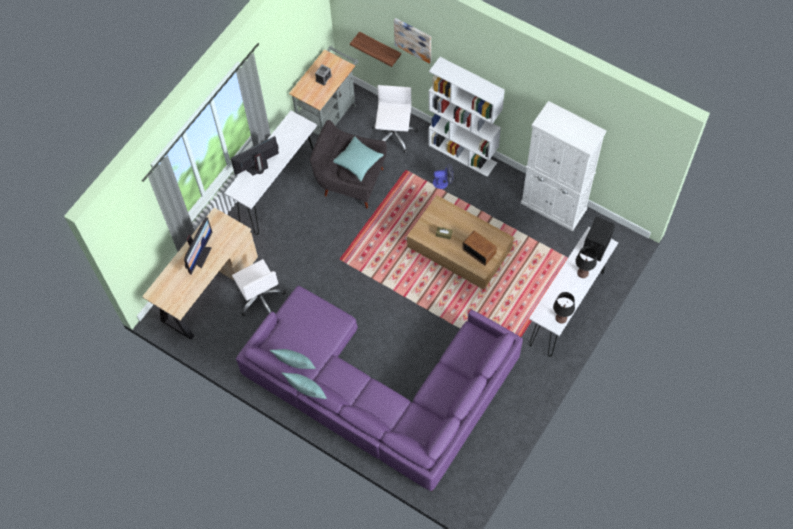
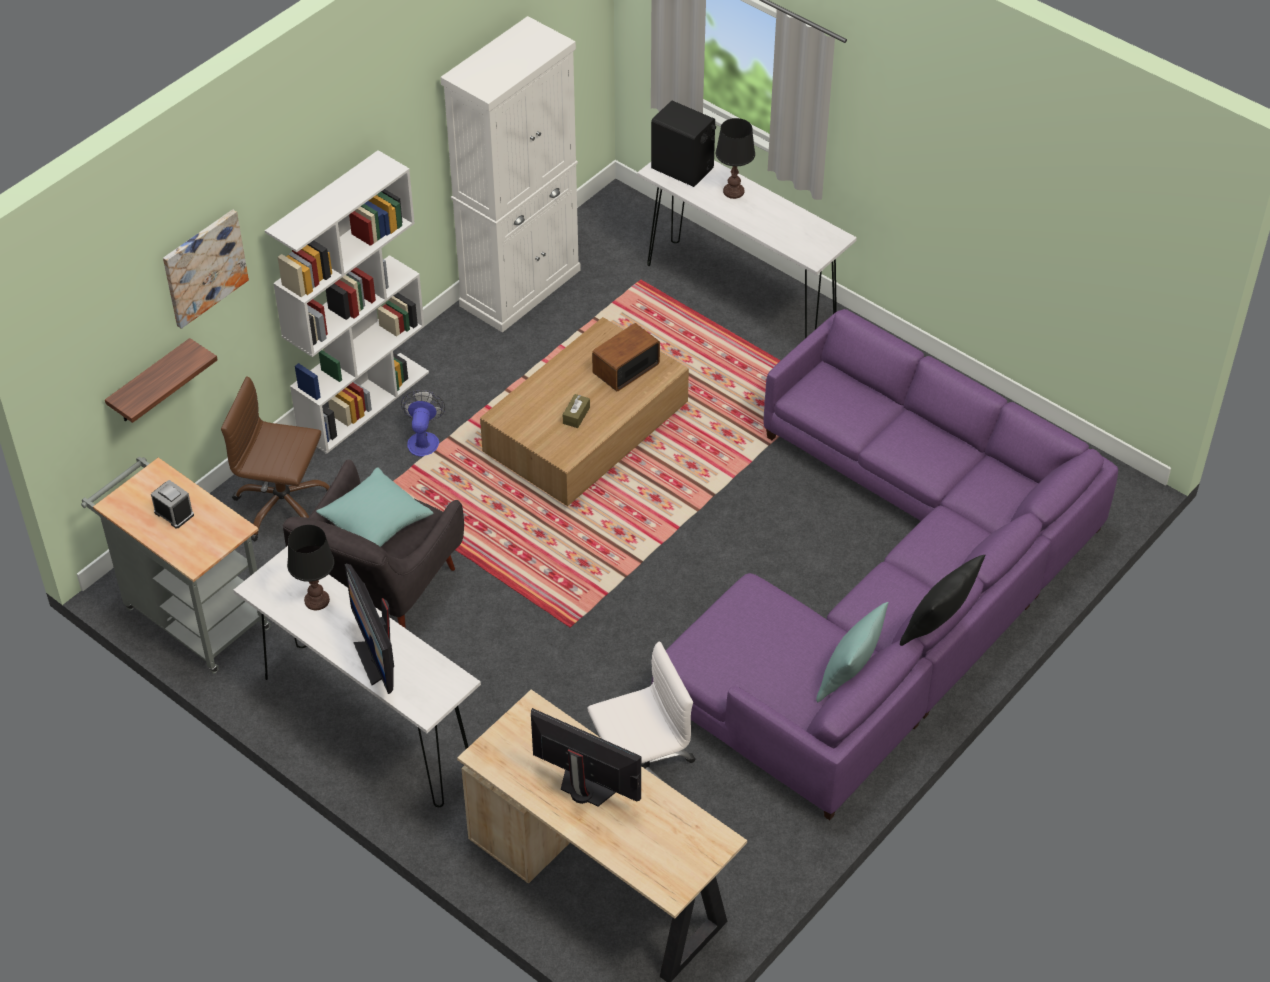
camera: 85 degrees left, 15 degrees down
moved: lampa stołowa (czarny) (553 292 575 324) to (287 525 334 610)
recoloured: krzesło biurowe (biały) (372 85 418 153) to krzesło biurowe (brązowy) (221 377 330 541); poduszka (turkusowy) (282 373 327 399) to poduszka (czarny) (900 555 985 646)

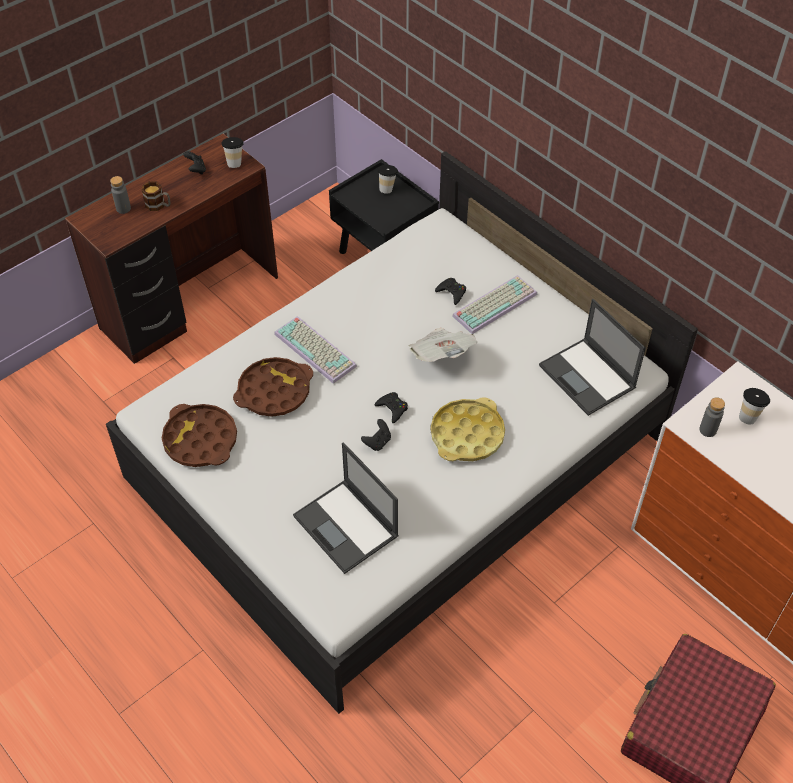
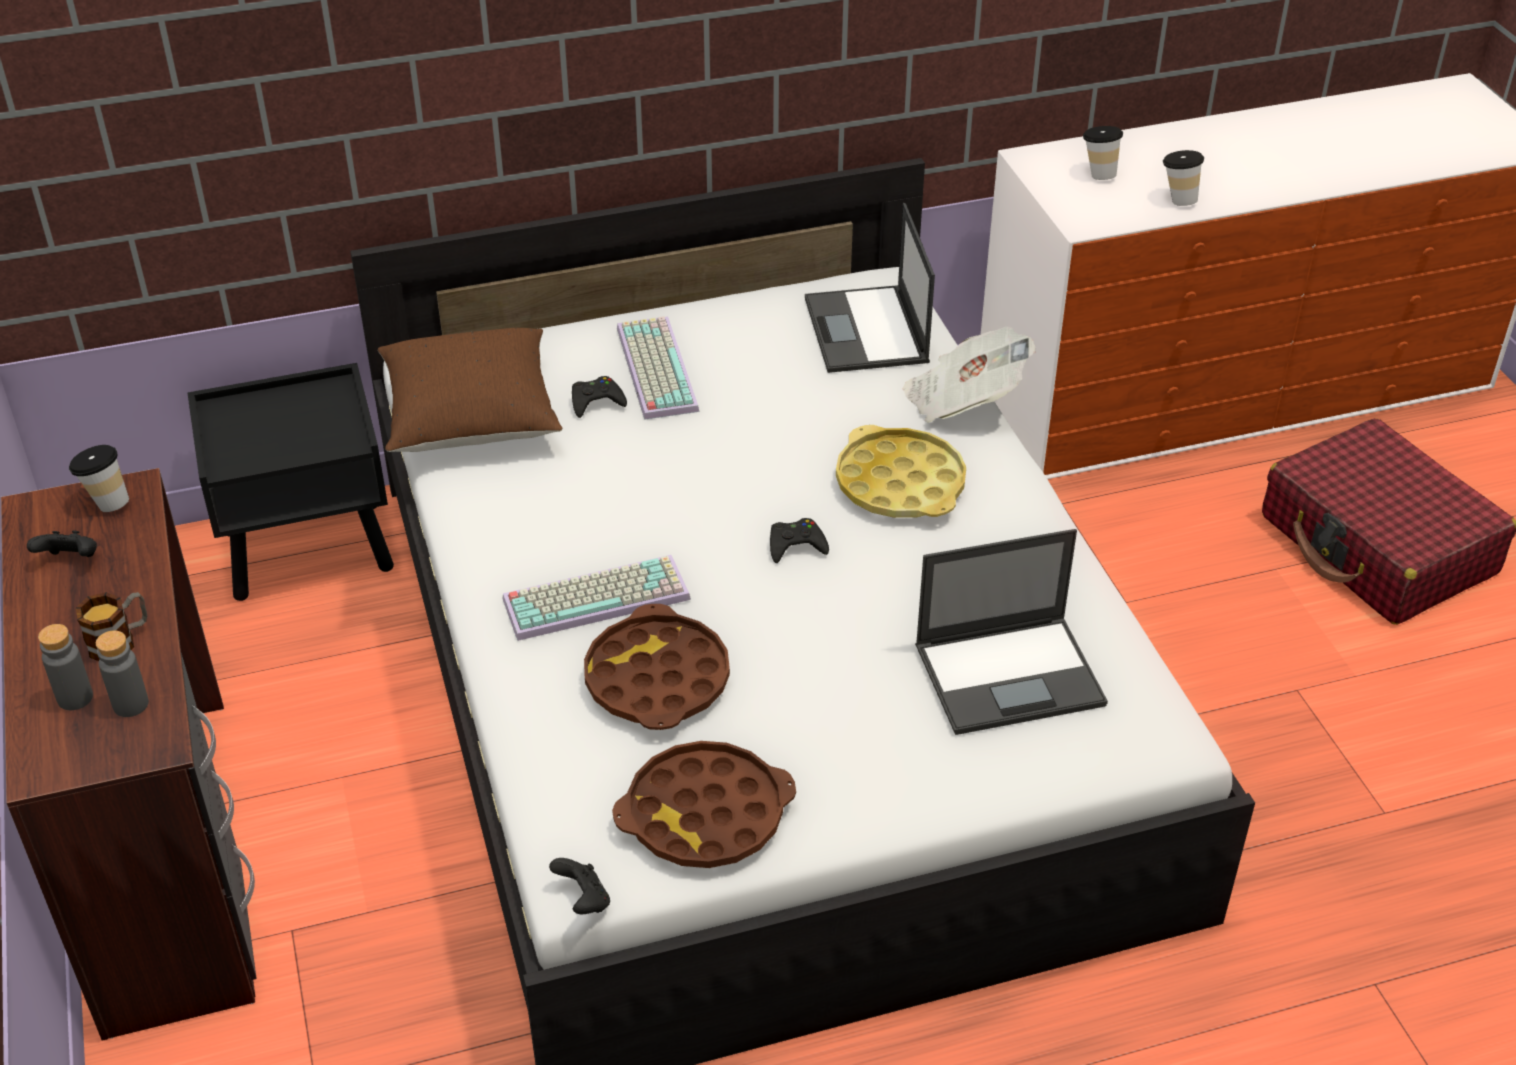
camera: 65 degrees left, 10 degrees down
added: poduszka (brązowy) (378 328 562 452)
moved: filiżanka (378 165 398 194) to (1163 150 1204 206); gazeta (408 328 477 362) to (903 327 1036 423); butelka (szary) (699 397 725 437) to (96 630 149 717); pad do gier (czarny) (361 419 391 451) to (549 858 610 914)
turned: laptop (539 299 646 416) = (805 203 935 373) 90 degrees clockwise

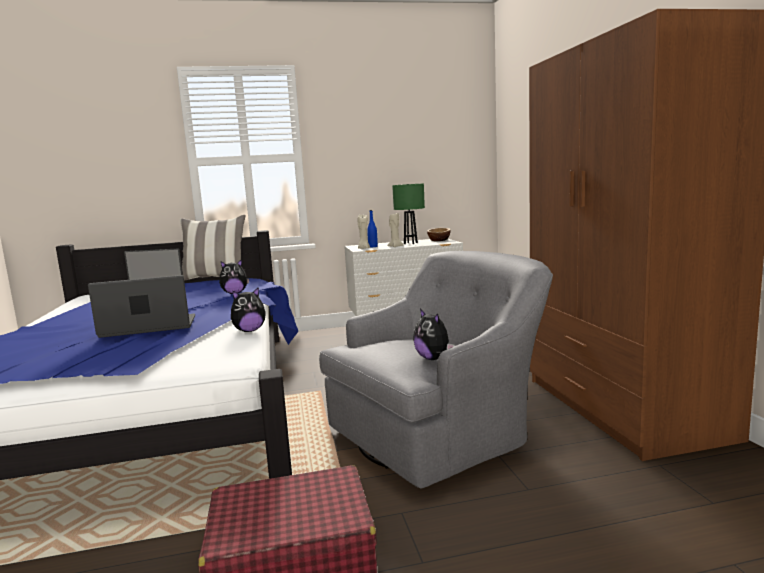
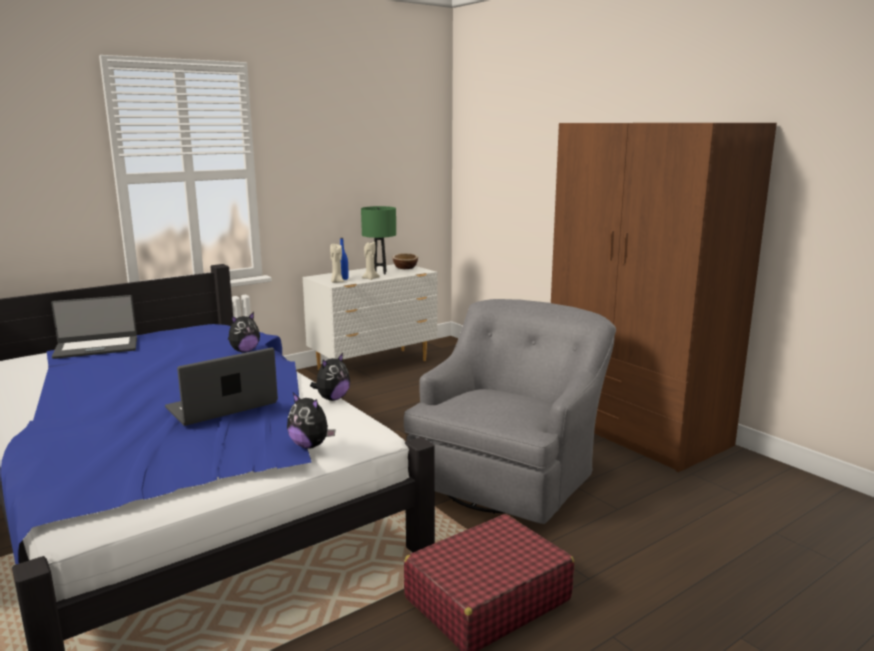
camera: 25 degrees left, 5 degrees up
removed: poduszka (180 215 245 281)
moved: pluszak (413 309 455 360) to (287 393 335 449)

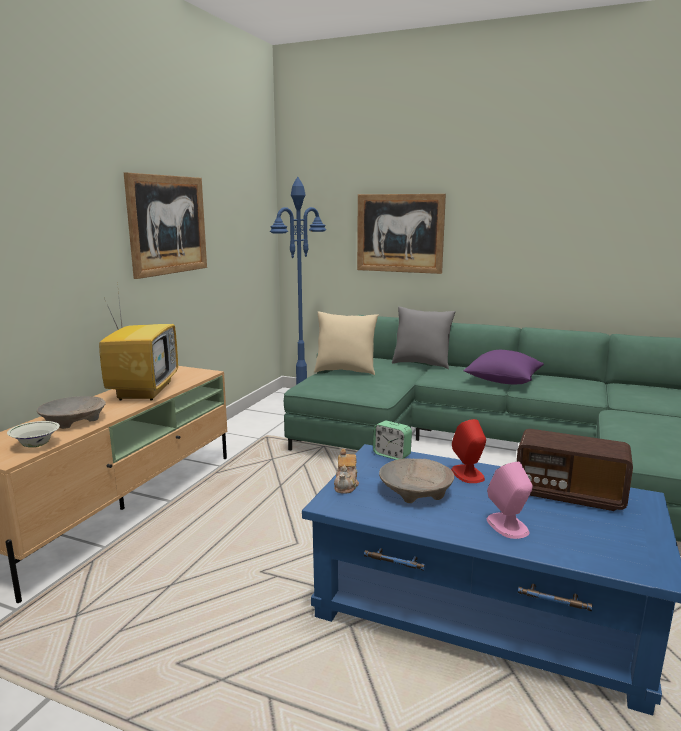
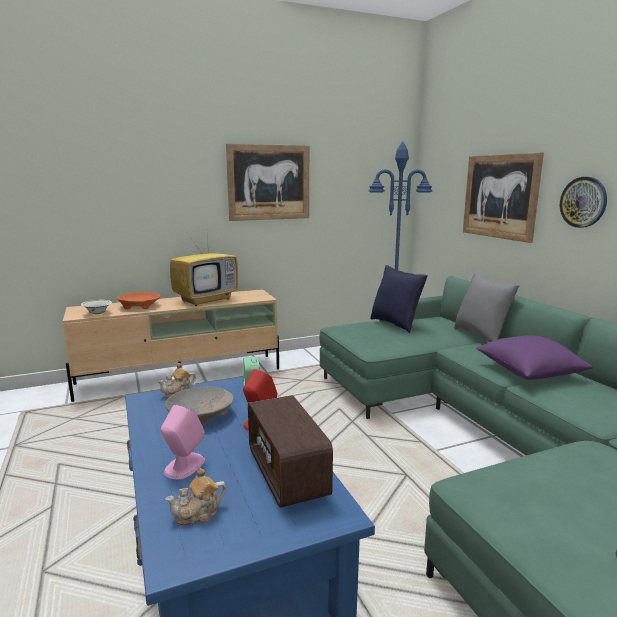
camera: 45 degrees right, 0 degrees up
added: zegar ścienny (560 177 607 228); imbryk (165 468 226 525)
recoloured: poduszka (beżowy) (314 311 379 375) to poduszka (niebieski) (370 265 428 333); miska (beżowy) (37 396 106 429) to miska (pomarańczowy) (117 292 161 309)

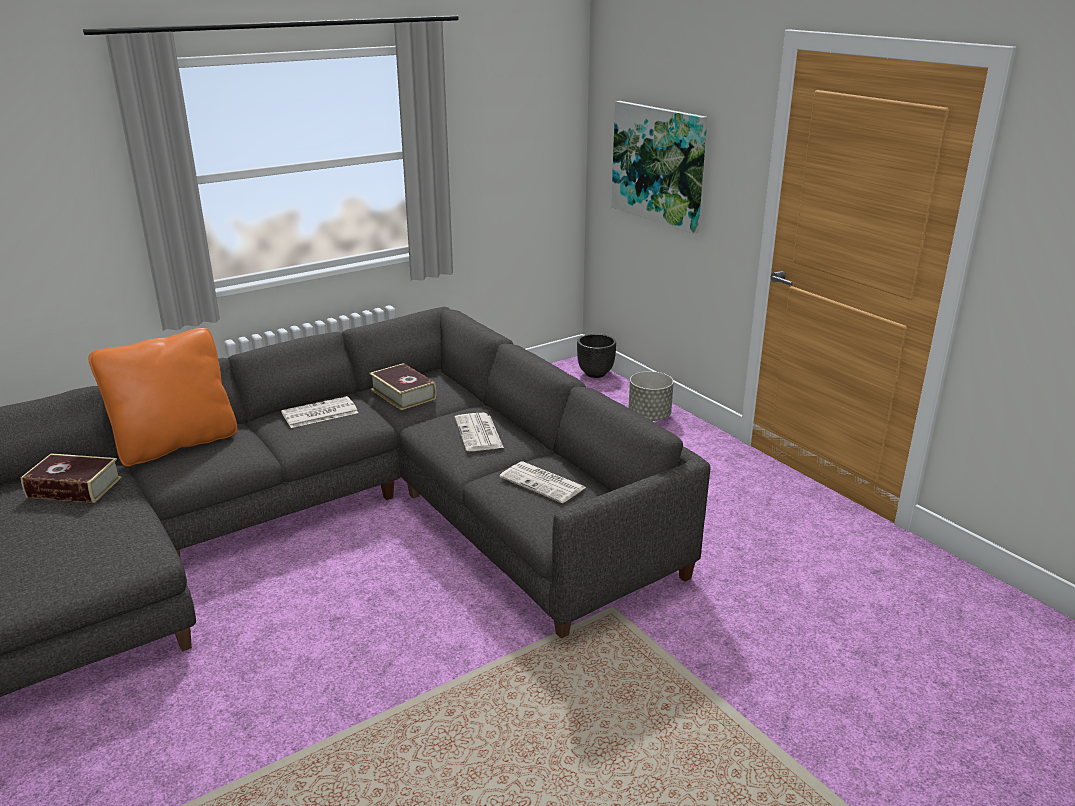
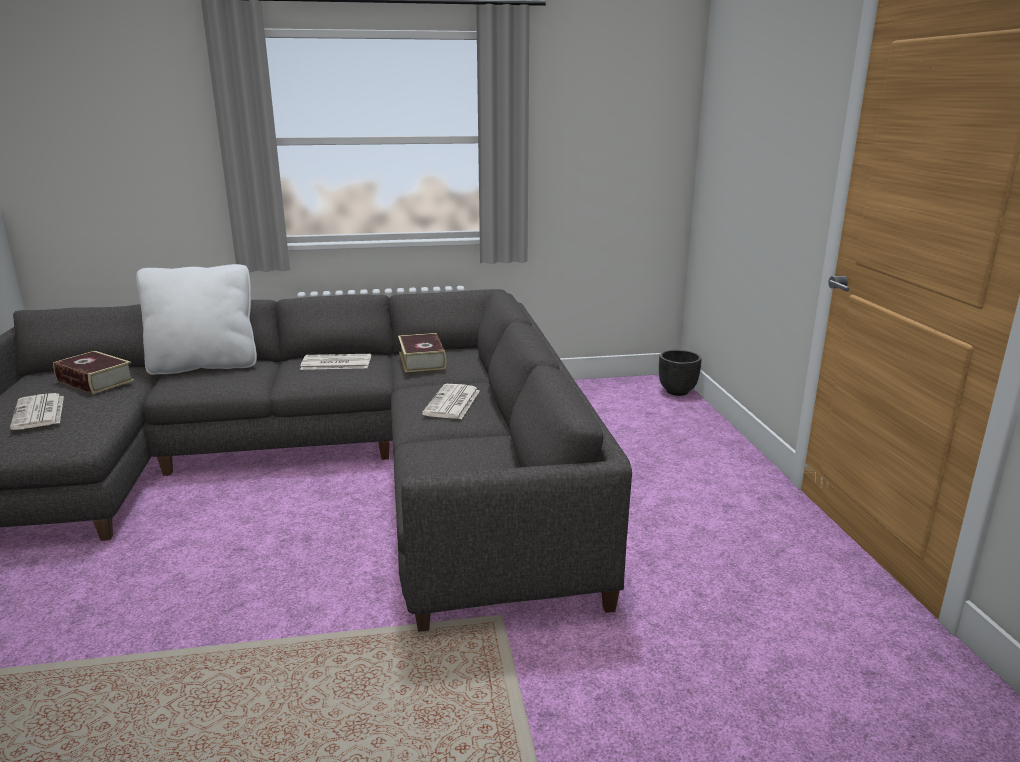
camera: 25 degrees right, 5 degrees down
removed: obraz (611 101 707 234); donica (szary) (629 371 674 421)
moved: gazeta (500 462 586 503) to (10 393 64 430)
recoloured: poduszka (pomarańczowy) (88 328 237 467) to poduszka (biały) (136 264 257 375)

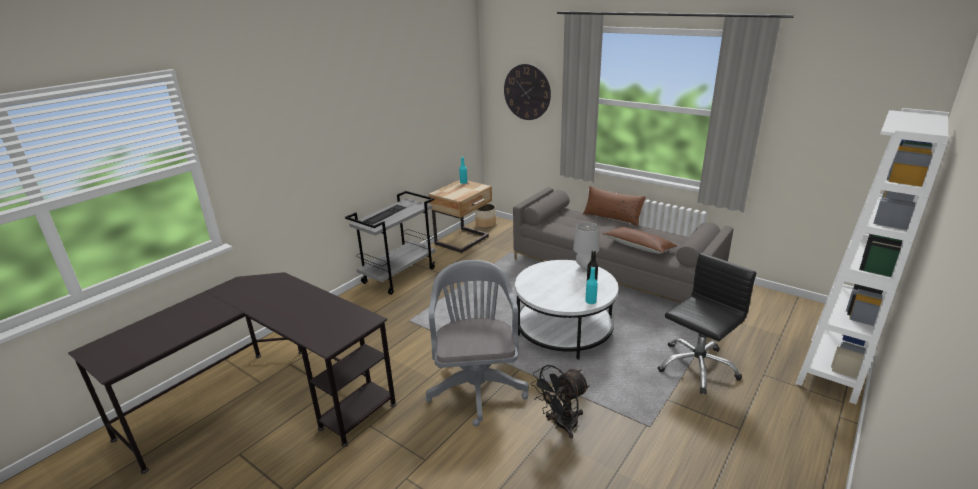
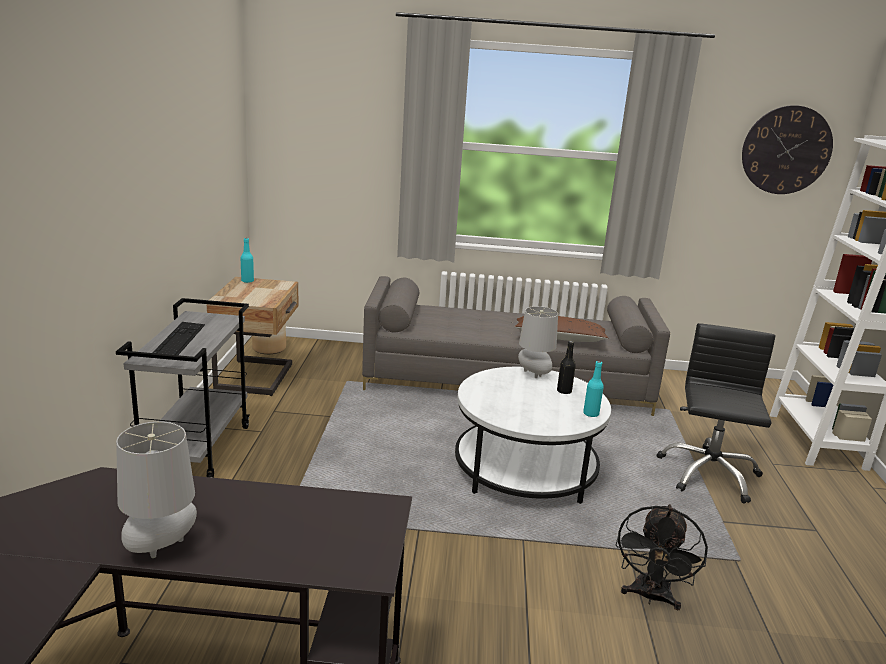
camera: 35 degrees left, 5 degrees down
removed: poduszka (brązowy) (583 186 646 226); krzesło biurowe (szary) (425 260 529 427)
added: lampa stołowa (szary) (116 422 197 558)
moved: zegar ścienny (504 64 551 120) to (742 105 833 194)

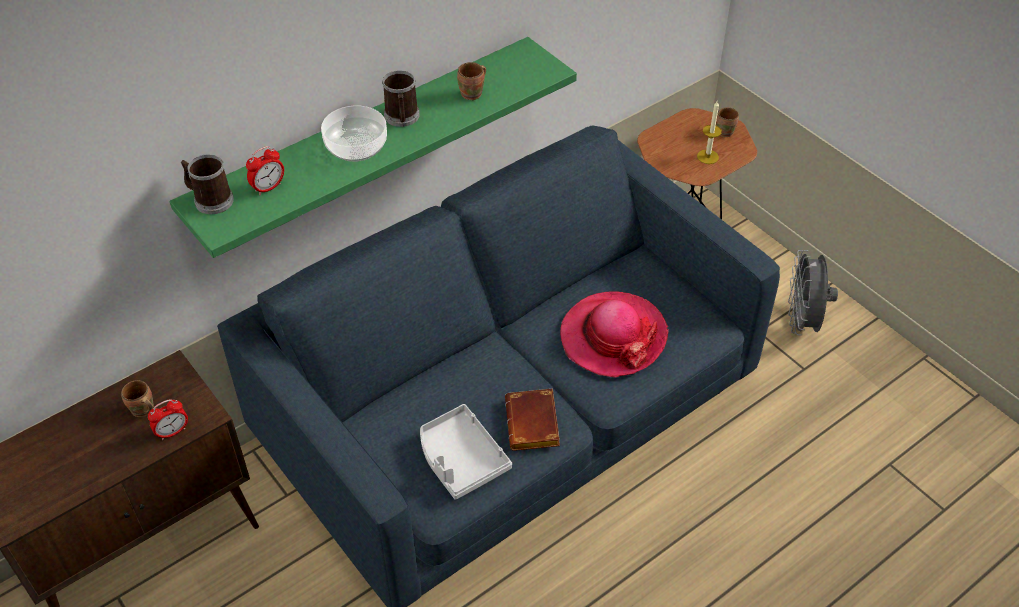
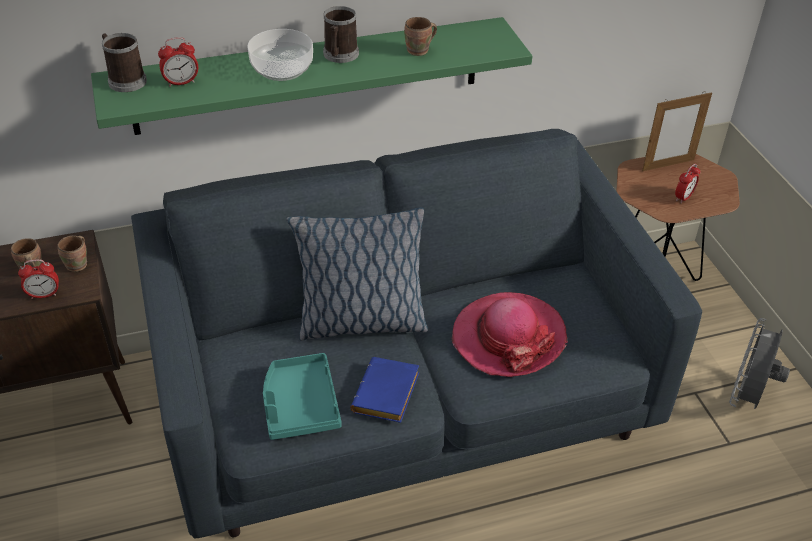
camera: 20 degrees right, 5 degrees down
added: ramka na zdjęcie (642 91 712 171); poduszka (286 207 428 341)
moved: kubek (brązowy) (716 107 739 137) to (58 235 87 272)
replaced: świeca (697 101 722 164) to budzik (675 164 701 203)
recoloured: książka (brązowy) (505 388 560 451) to książka (niebieski) (351 357 419 423); taca (szary) (420 404 512 500) to taca (turkusowy) (263 353 341 440)

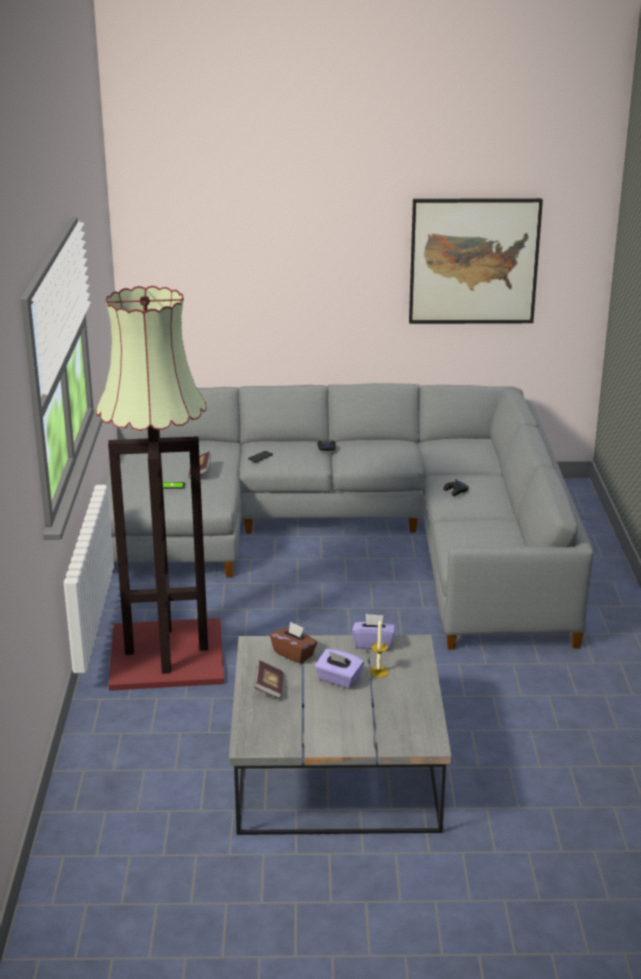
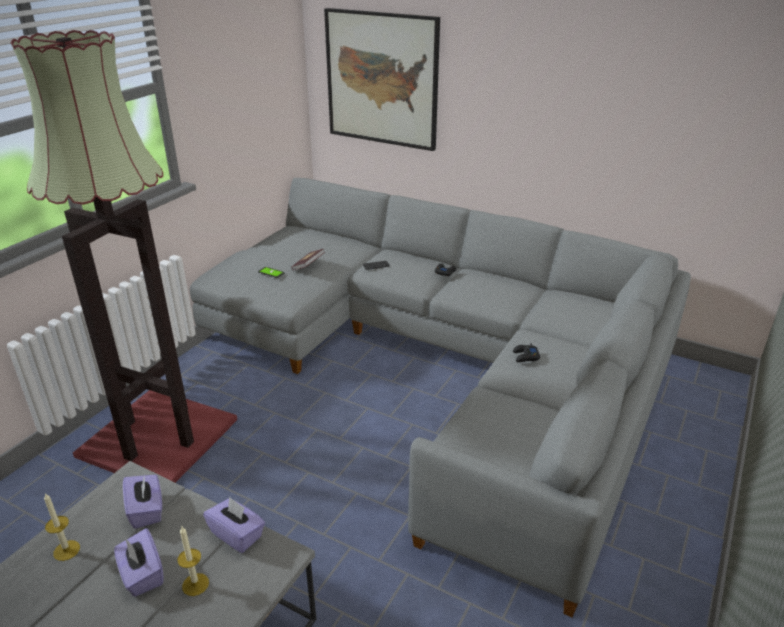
camera: 30 degrees right, 5 degrees up
moved: obraz (409 198 543 324) to (324 8 440 151)
replaced: książka (254 660 283 699) to świeca (44 493 80 561)
recoloured: pudełko chusteczek (brązowy) (270 621 318 664) to pudełko chusteczek (fioletowy) (123 474 162 529)

